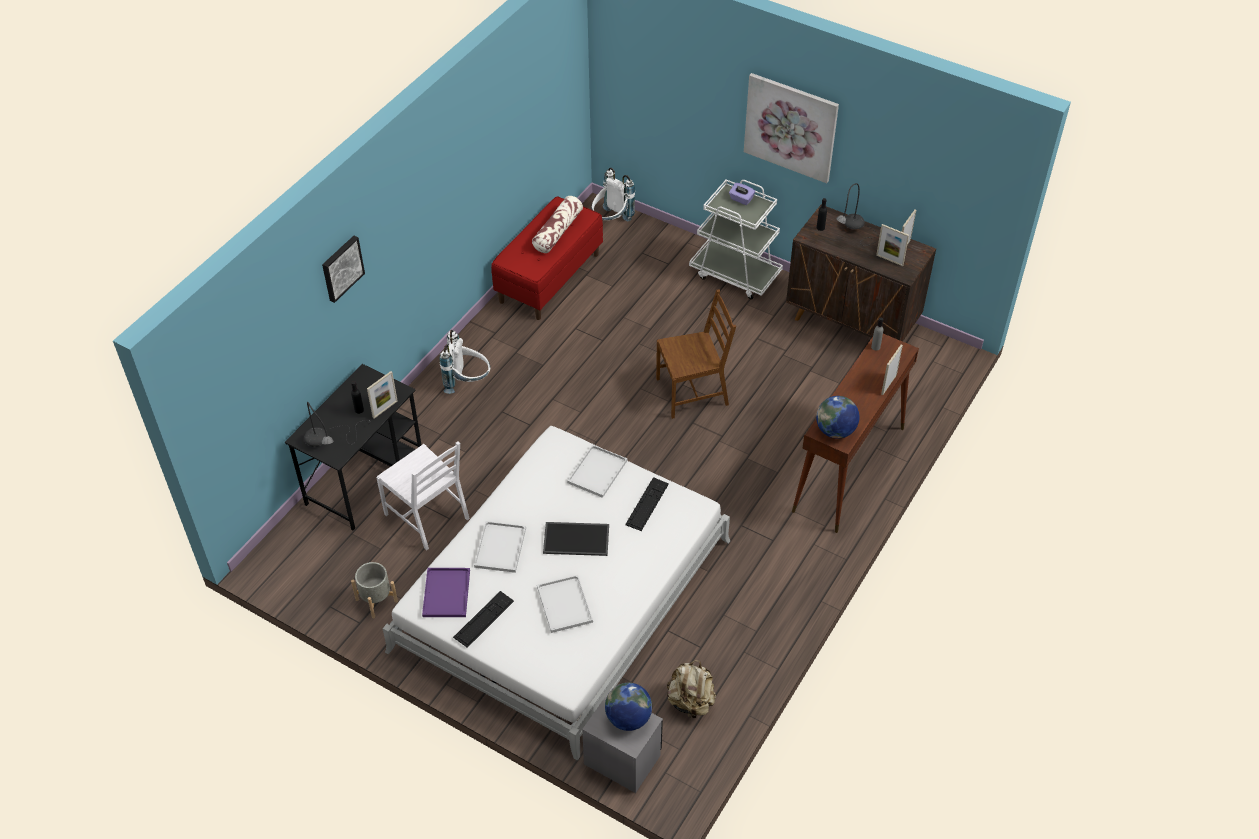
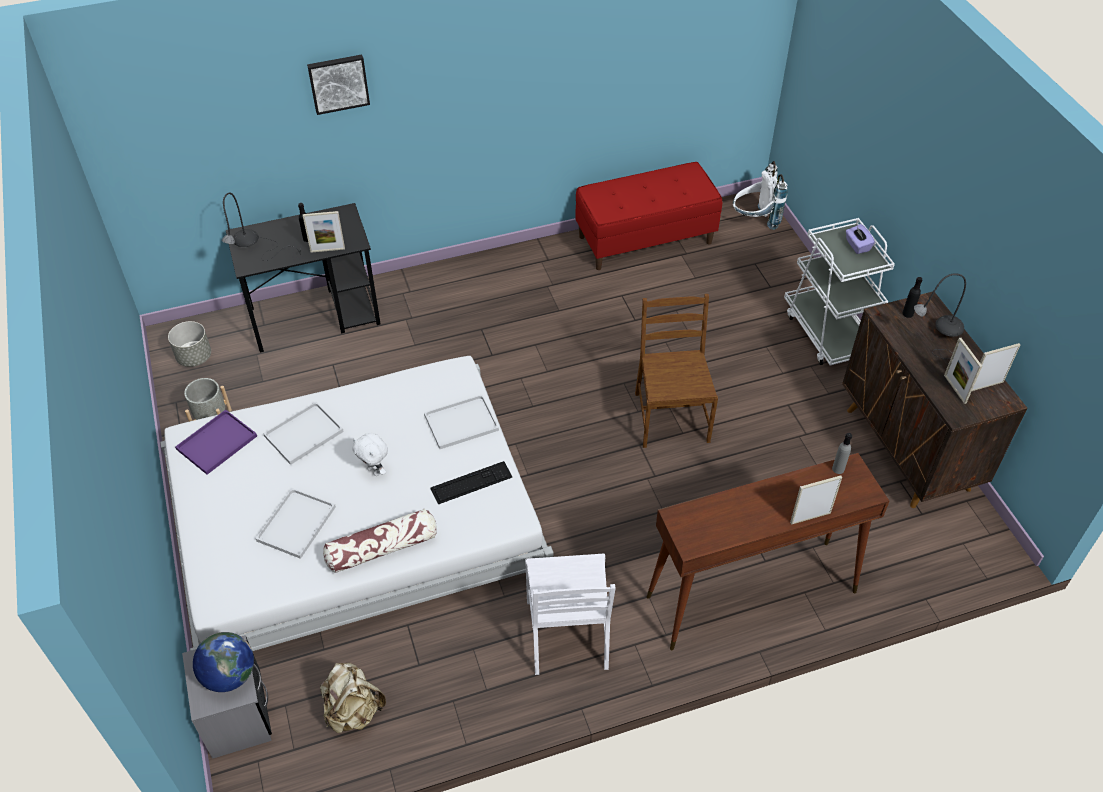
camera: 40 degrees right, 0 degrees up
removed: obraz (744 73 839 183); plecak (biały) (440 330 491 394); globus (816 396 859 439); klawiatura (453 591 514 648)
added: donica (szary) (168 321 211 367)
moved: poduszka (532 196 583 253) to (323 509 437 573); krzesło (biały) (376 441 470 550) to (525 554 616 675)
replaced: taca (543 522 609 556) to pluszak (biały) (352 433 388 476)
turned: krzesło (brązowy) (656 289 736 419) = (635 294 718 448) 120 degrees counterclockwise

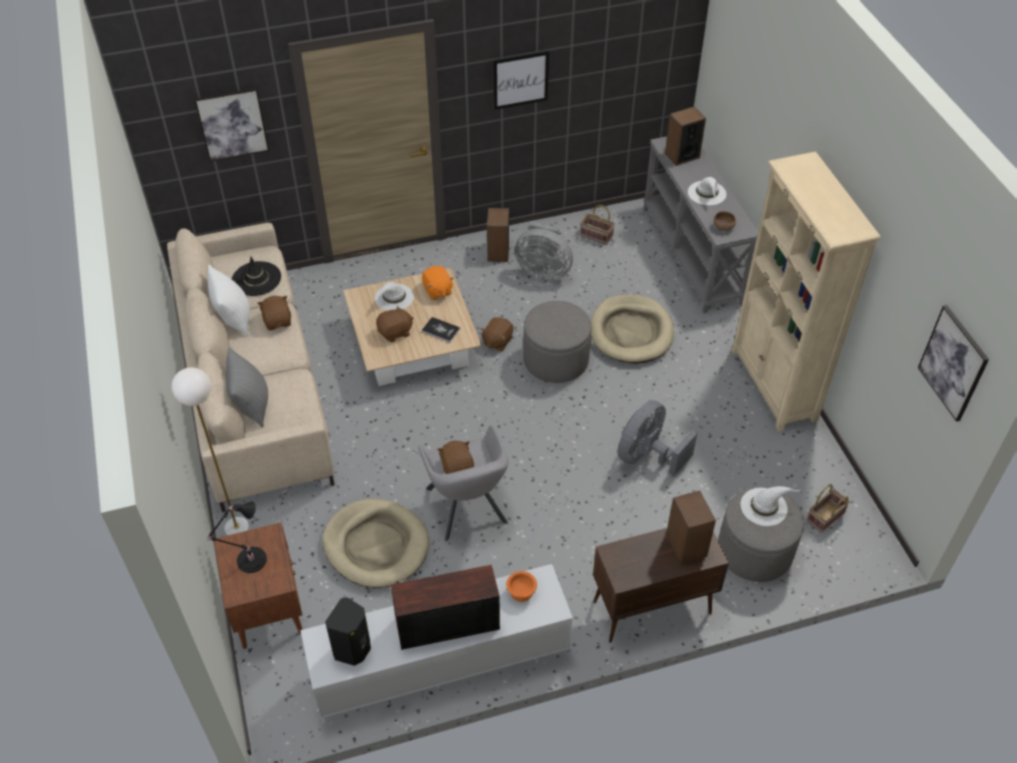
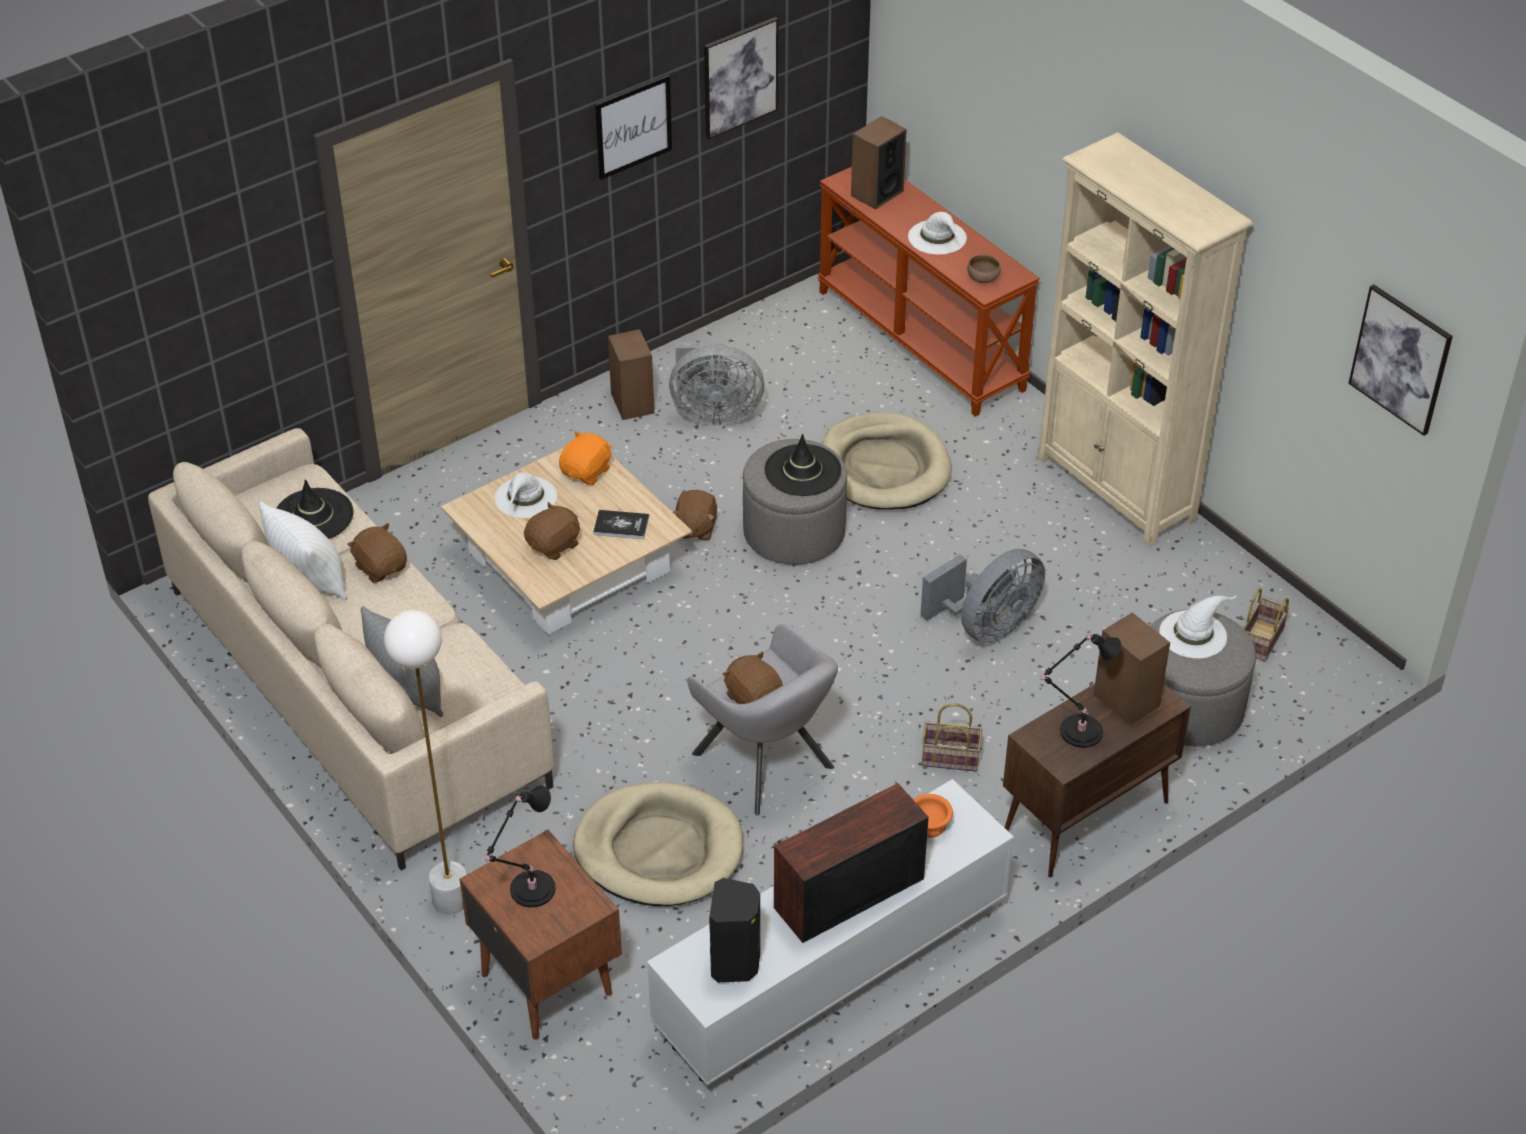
camera: 20 degrees left, 5 degrees down
added: kapelusz (czarny) (765 434 841 496); lampa stołowa (czarny) (1040 634 1121 748)
moved: obraz (194 88 269 162) to (704 17 778 139); koszyk (580 205 615 245) to (922 704 982 772)
recoloured: stolik konsolowy (szary) (643 136 758 314) to stolik konsolowy (brązowy) (818 167 1040 417)
turned: pluszak (pomarańczowy) (422 266 454 300) = (559 431 612 485) 105 degrees counterclockwise; wentylator (szary) (617 400 697 476) = (921 549 1045 643) 150 degrees counterclockwise

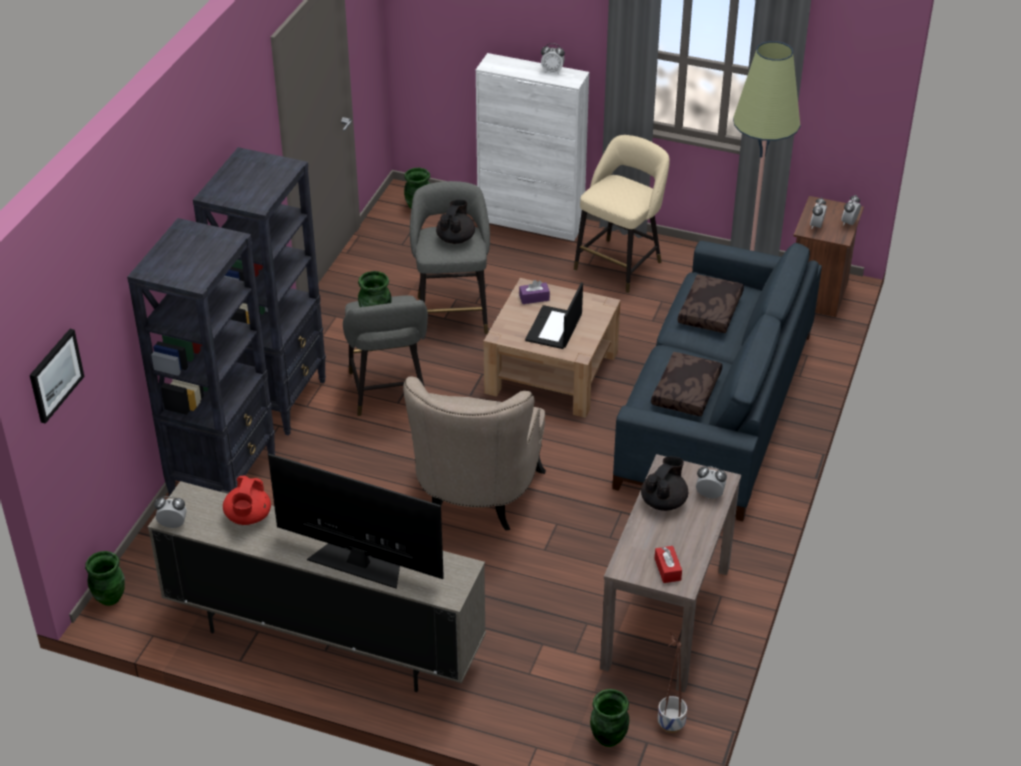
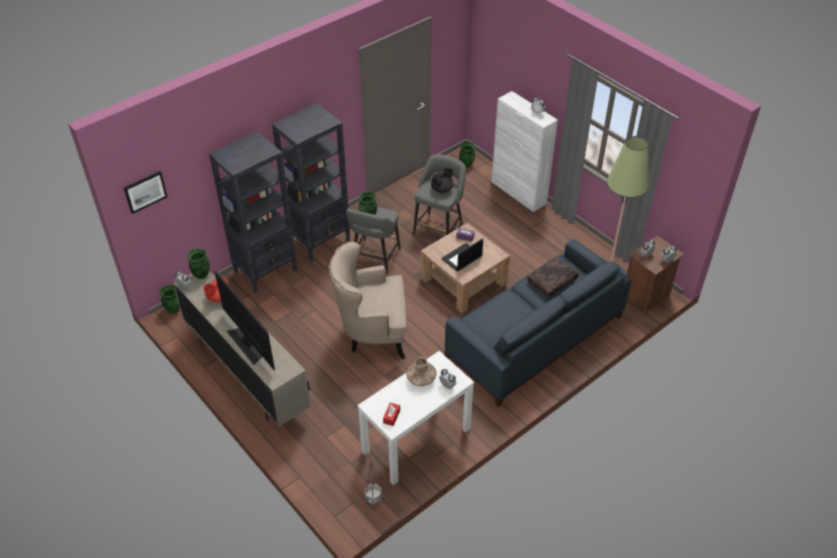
camera: 30 degrees right, 5 degrees up
removed: stołek (beżowy) (574 135 670 293); poduszka (brązowy) (651 352 722 416)
moved: wazon (zielony) (590 689 629 747) to (187 248 210 279)
replaced: imbryk (czarny) (641 456 688 511) to wazon (brązowy) (406 357 436 386)
recoloured: stolik konsolowy (brązowy) (600 454 741 693) to stolik konsolowy (biały) (357 351 474 485)
turned: fotel (beżowy) (403 376 546 530) = (329 242 407 359) 45 degrees clockwise

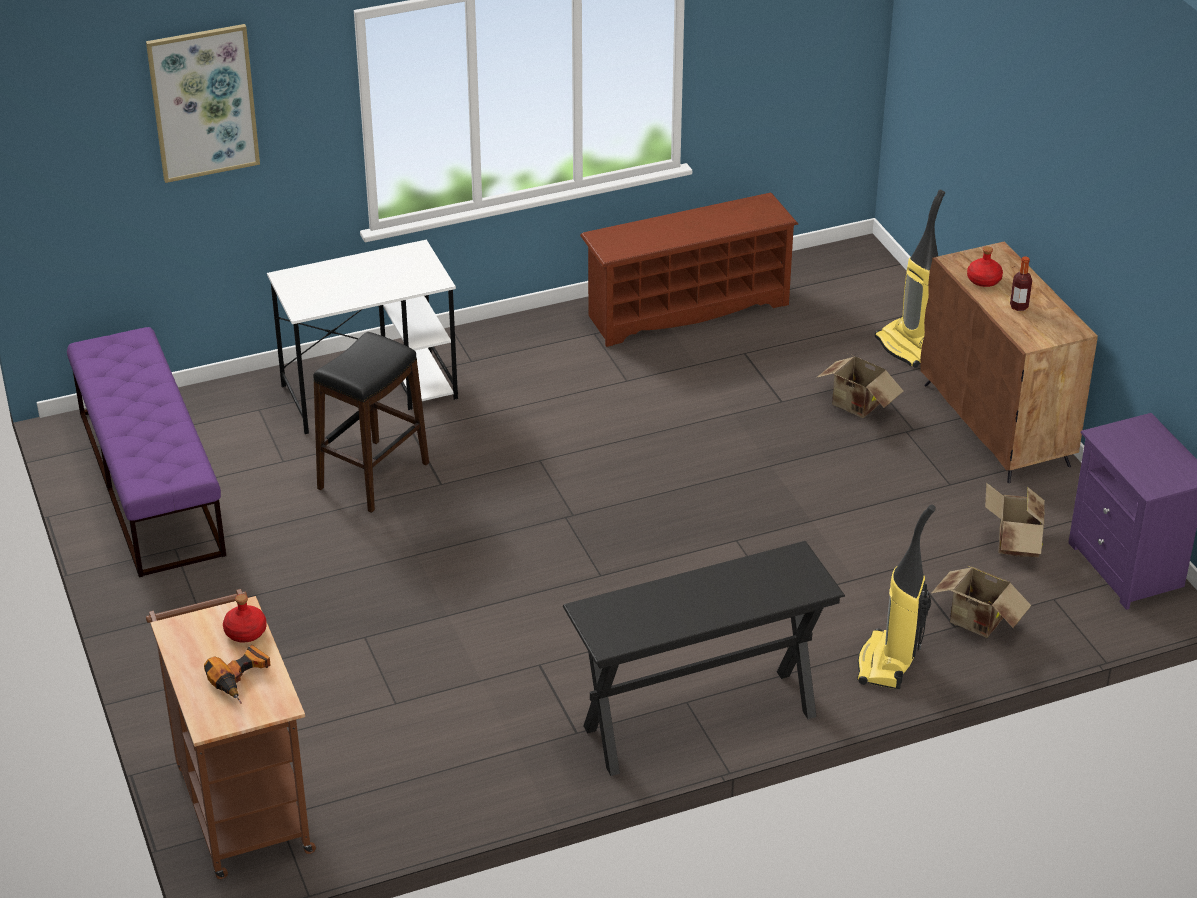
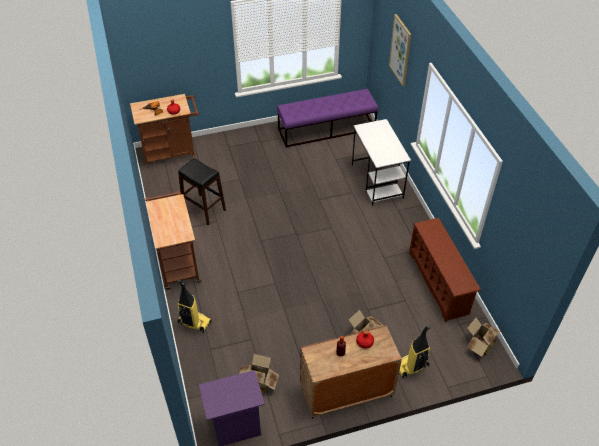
camera: 95 degrees right, 10 degrees up
moved: stołek (czarny) (313 332 429 513) to (178 158 226 225); karton (932 565 1032 638) to (467 317 500 357)
replaced: stolik konsolowy (czarny) (563 541 845 776) to wózek (brązowy) (145 191 201 290)

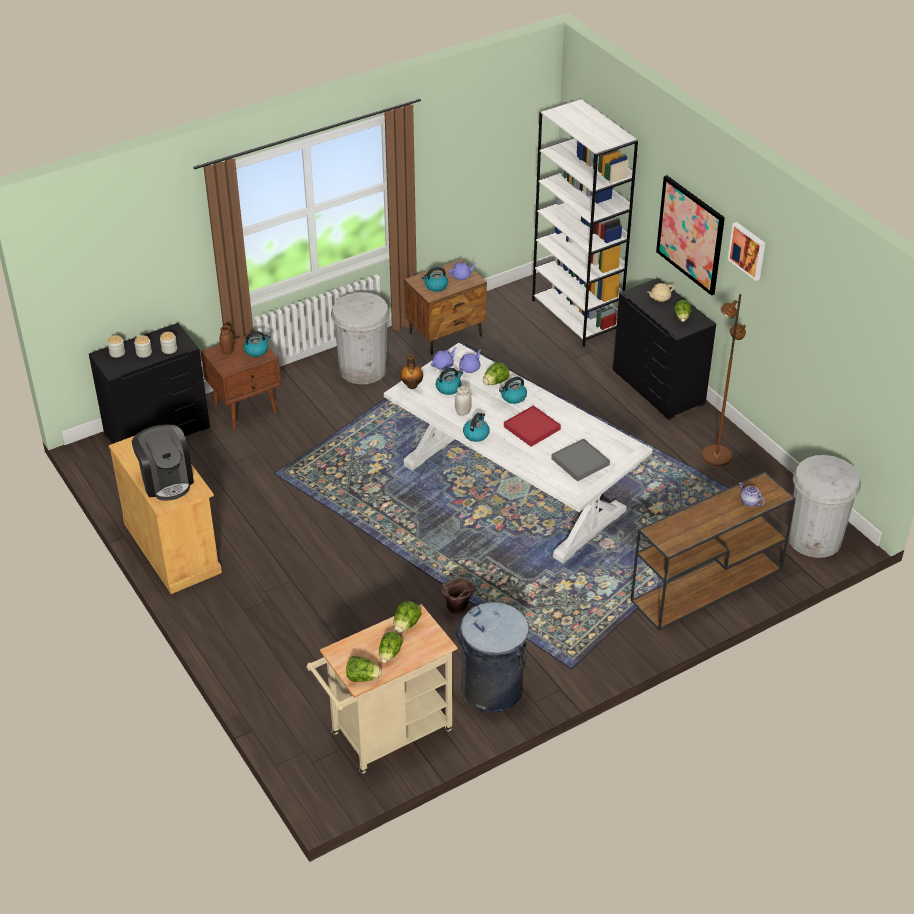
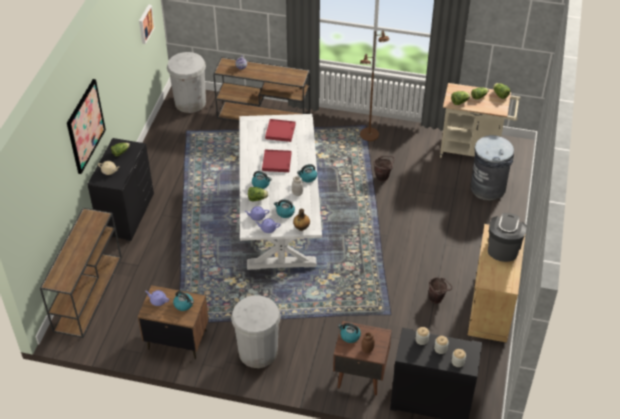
camera: 135 degrees left, 5 degrees up
added: wiadro (brązowy) (428 277 452 304)
moved: obraz (728 222 765 281) to (139 4 155 44); lampa stojąca (brązowy) (702 293 746 466) to (360 31 390 141); kosz na śmieci (szary) (455 602 529 712) to (470 135 514 200)
replaced: regał (biały) (532 99 638 347) to stolik konsolowy (brązowy) (40 208 122 338)
recoloured: taca (szary) (551 439 610 482) to taca (czerwony) (265 119 296 142)

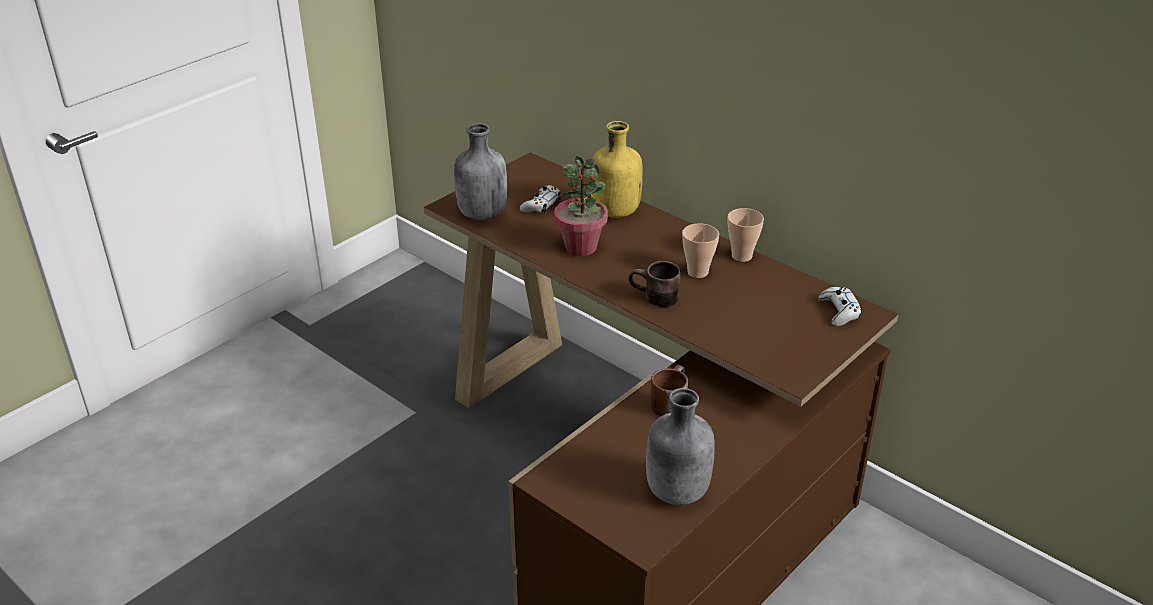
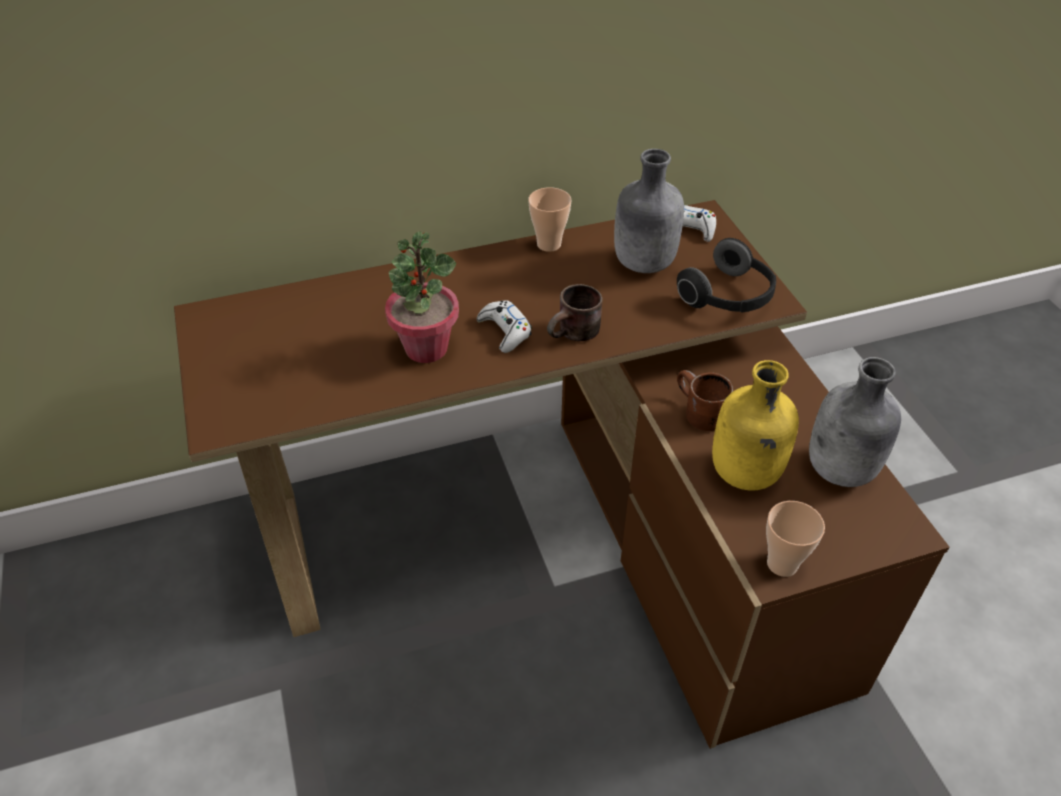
camera: 60 degrees left, 10 degrees up
added: słuchawki (677 238 776 312)
moved: butelka (żółty) (590 121 643 218) to (712 360 799 490); butelka (szary) (454 123 507 220) to (614 149 684 273); pad do gier (biały) (520 185 561 213) to (477 300 532 353); filiżanka (682 223 719 278) to (766 501 825 577)

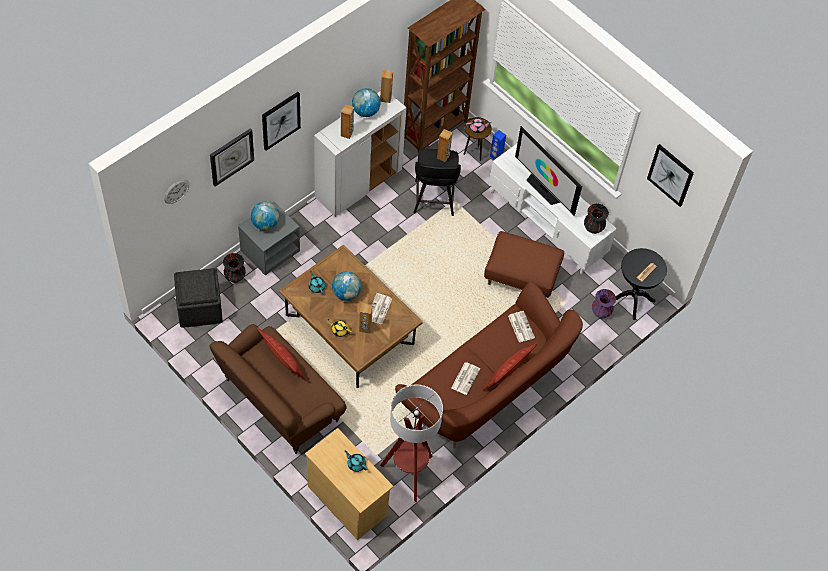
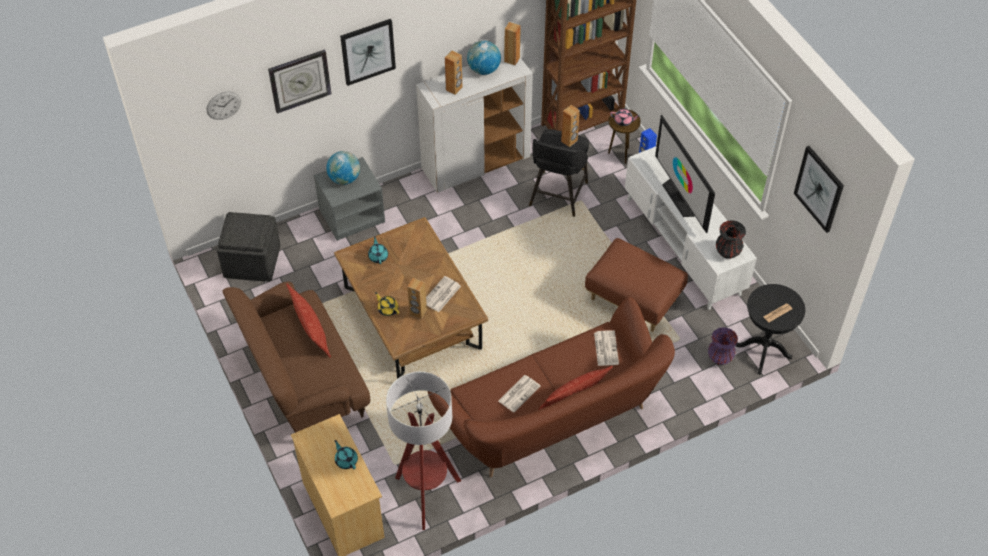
camera: 20 degrees right, 5 degrees down
removed: wazon (czarny) (223 253 246 283); globus (332 271 361 301)

